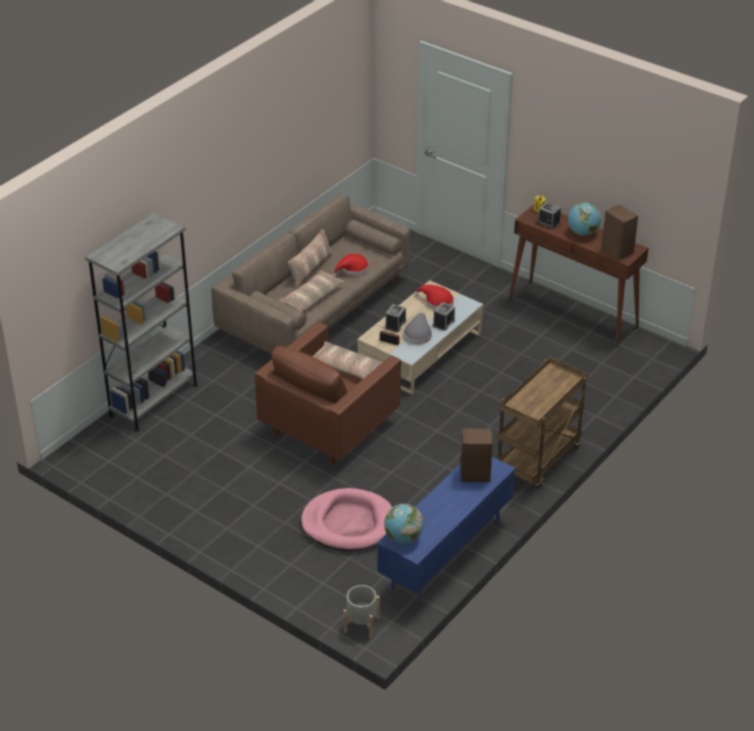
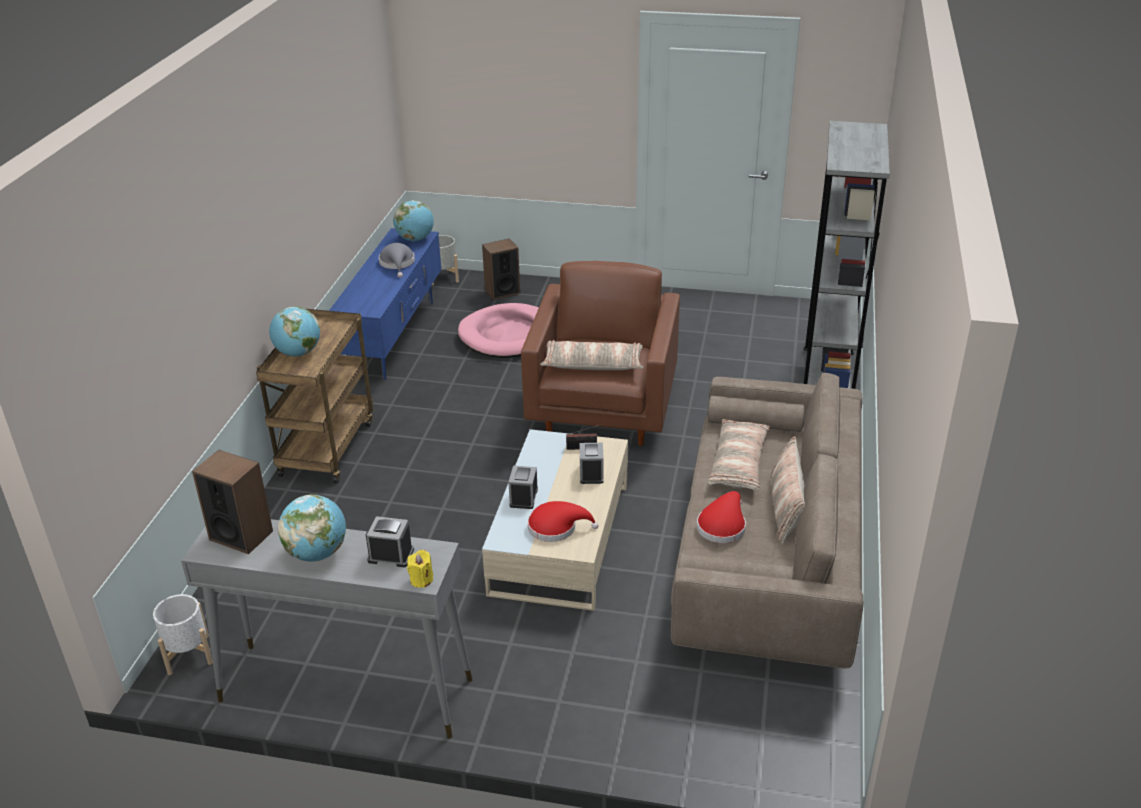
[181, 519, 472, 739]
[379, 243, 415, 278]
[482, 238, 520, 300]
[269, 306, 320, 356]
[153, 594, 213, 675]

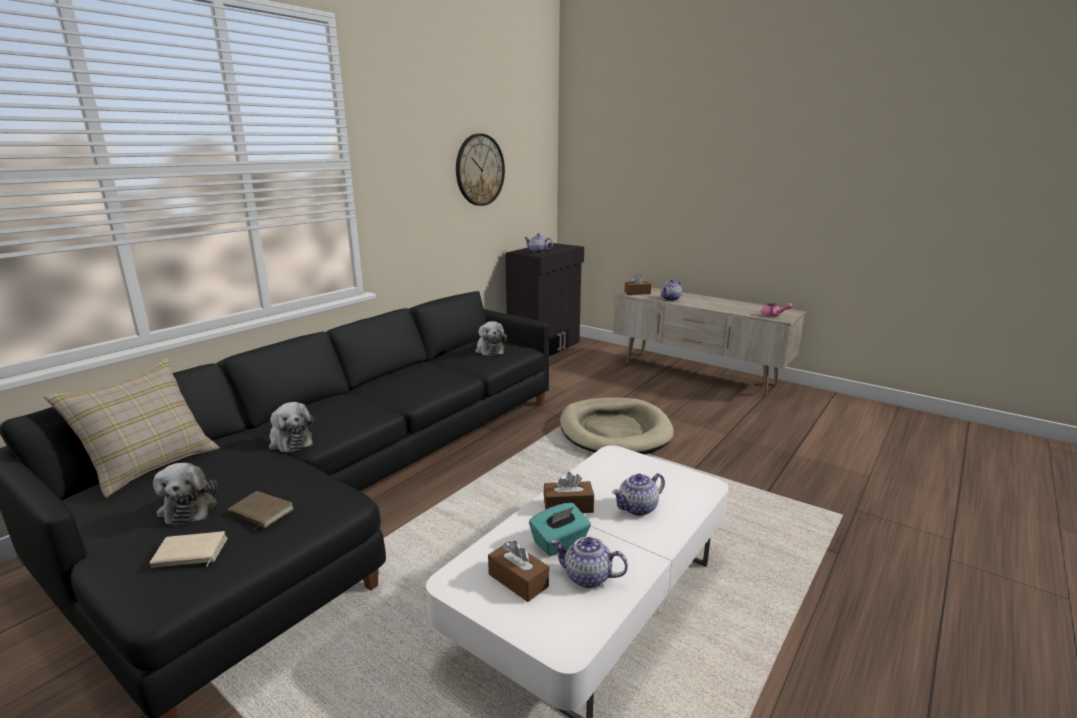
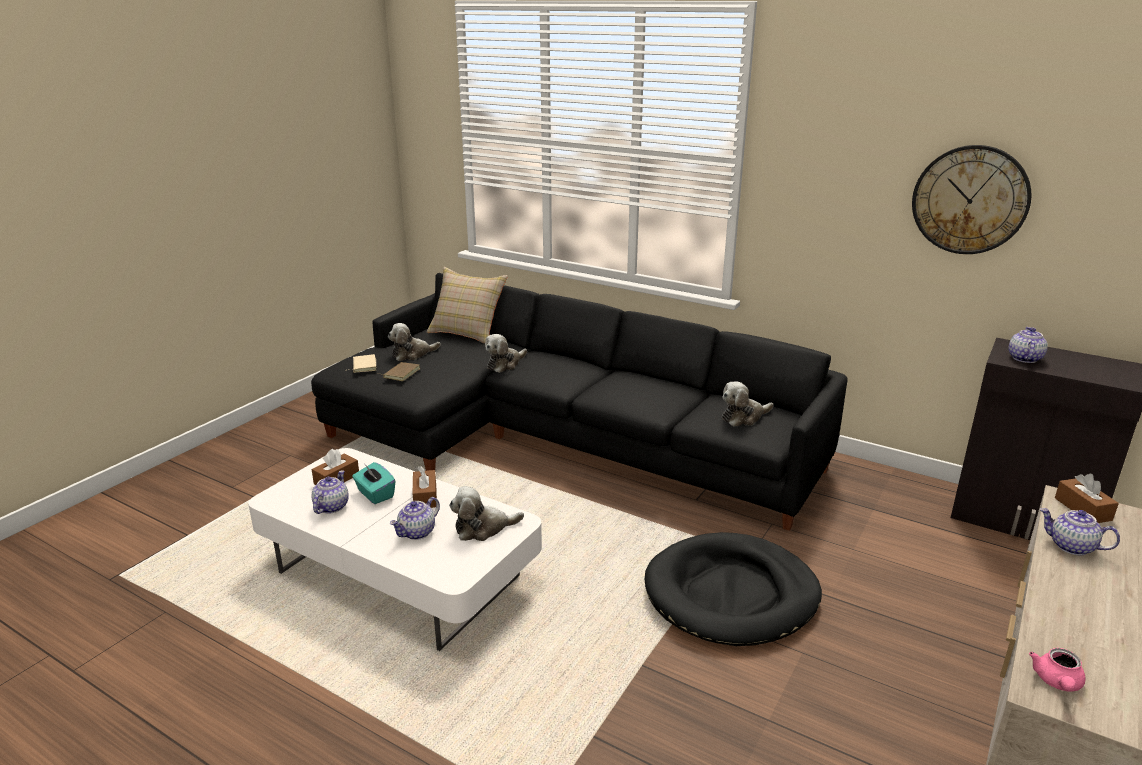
[644, 532, 822, 646]
[390, 497, 440, 540]
[449, 486, 524, 541]

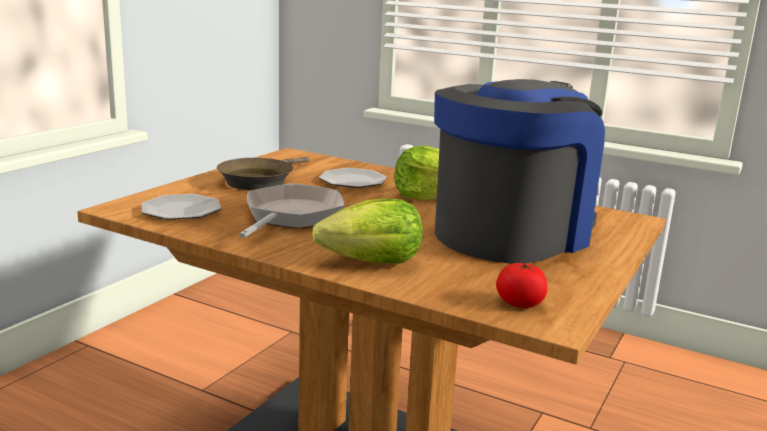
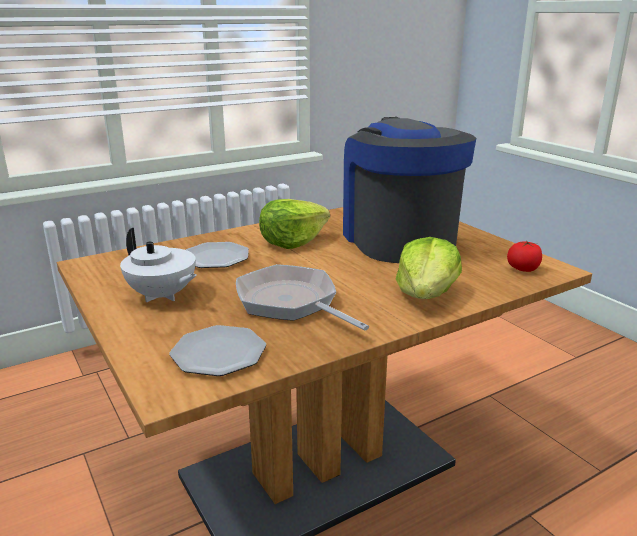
[120, 228, 197, 302]

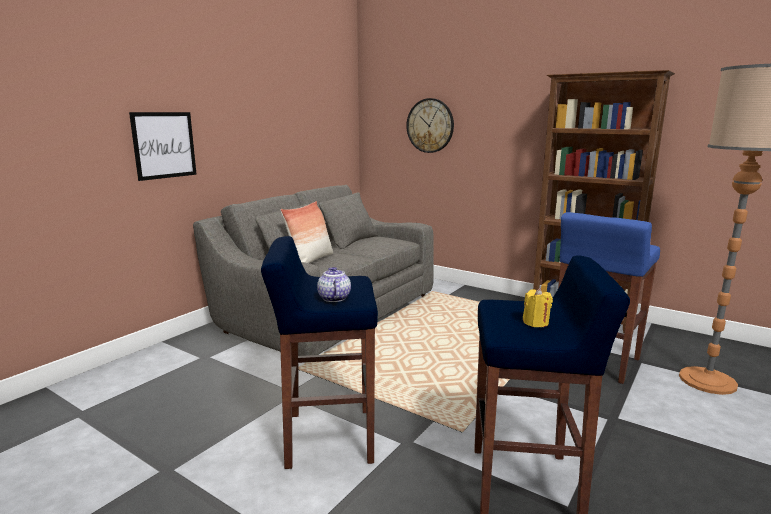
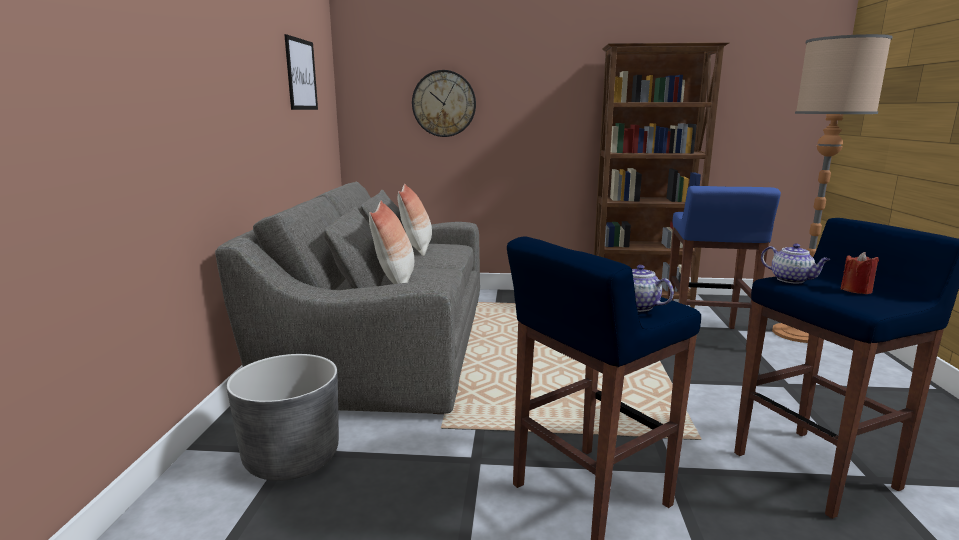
[284, 34, 318, 110]
[841, 252, 879, 294]
[398, 184, 432, 256]
[761, 243, 830, 283]
[227, 354, 339, 481]

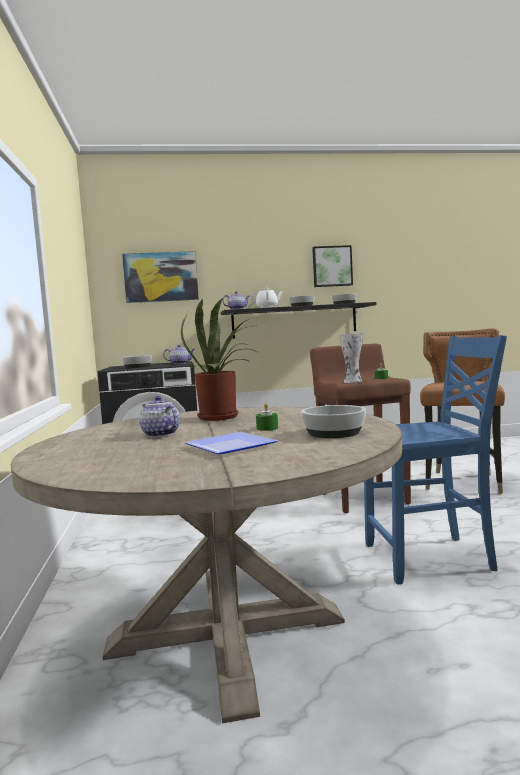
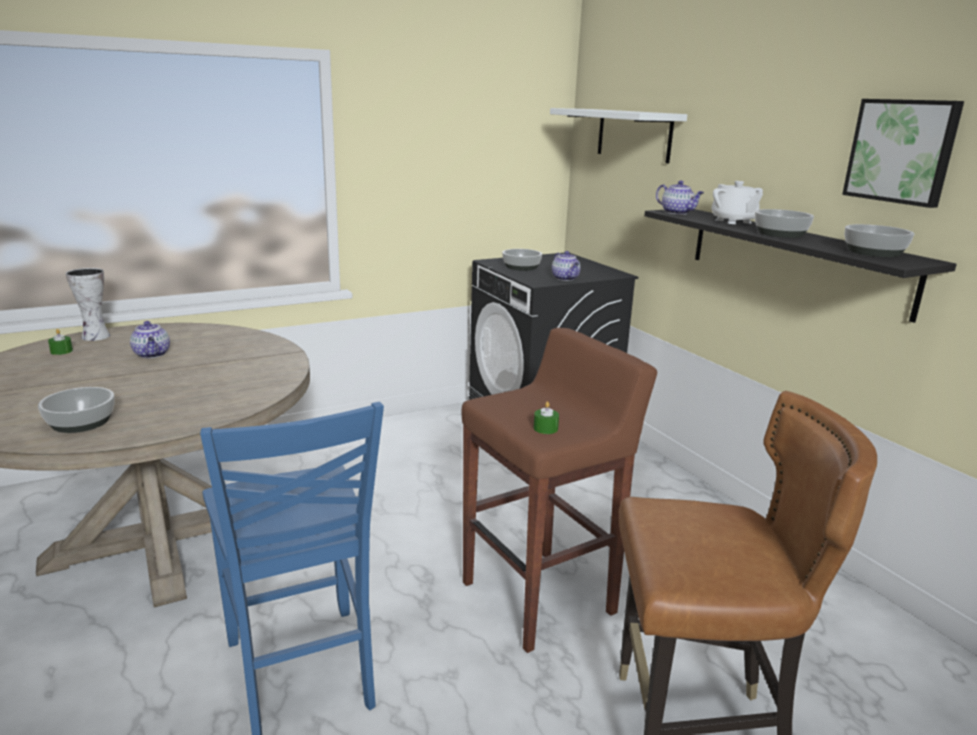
[550, 108, 687, 163]
[181, 298, 260, 421] (first image)
[66, 268, 110, 341]
[130, 321, 170, 358]
[48, 329, 73, 355]
[185, 432, 278, 454] (first image)

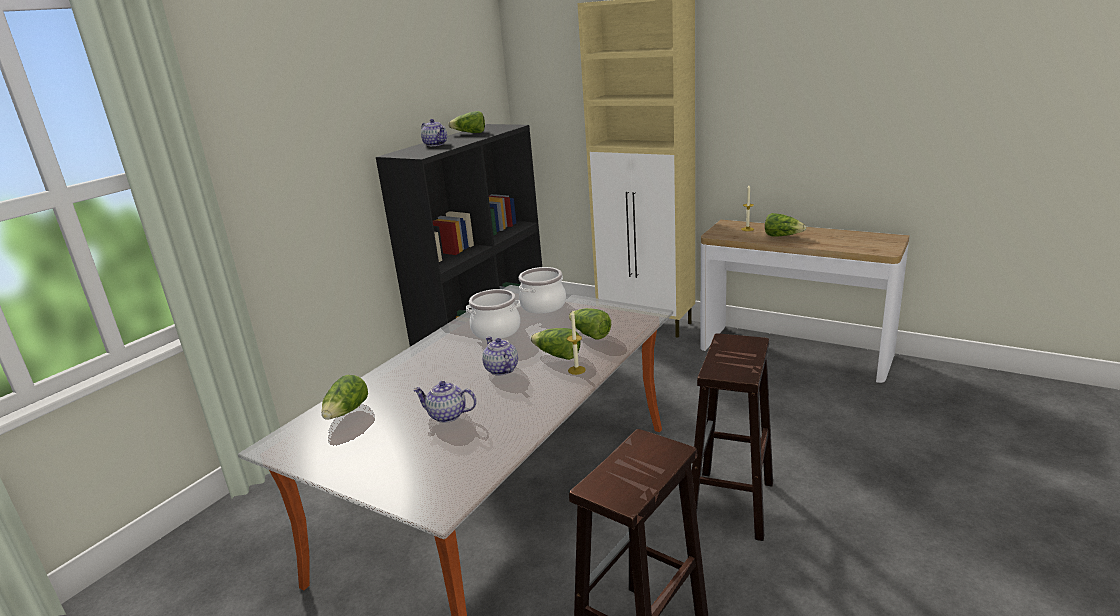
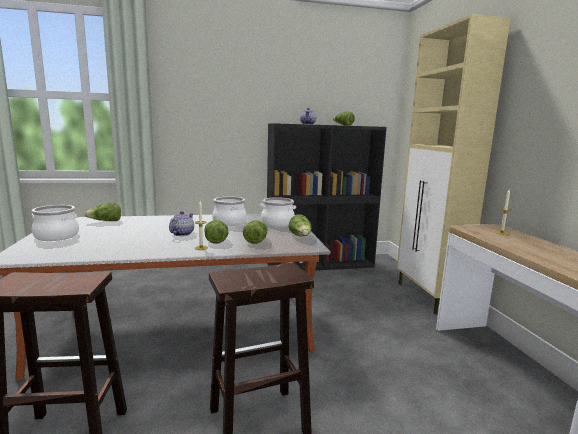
[288, 214, 312, 237]
[413, 381, 477, 423] (first image)
[31, 205, 79, 241]

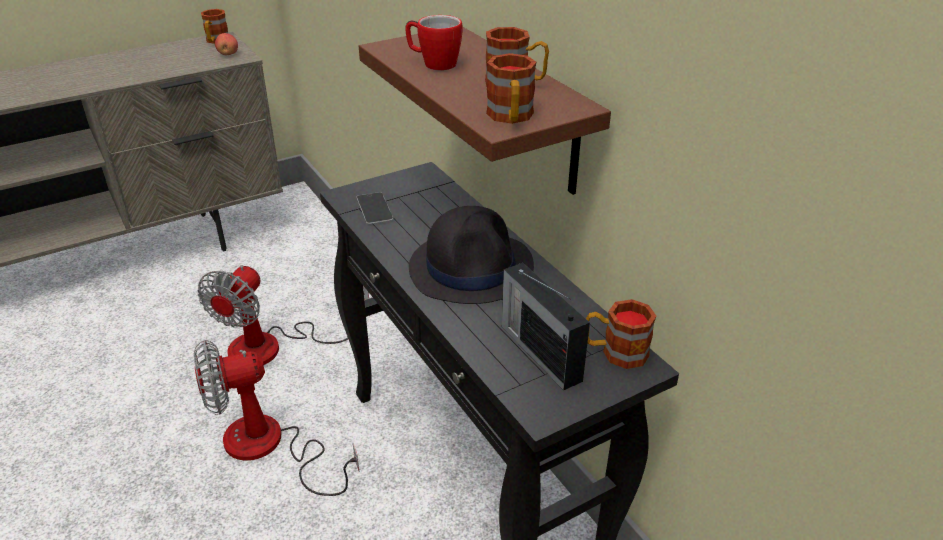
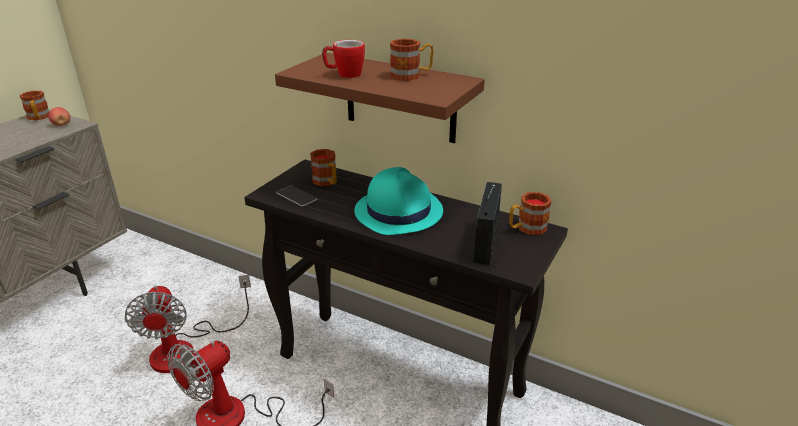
[310, 149, 337, 186]
[354, 167, 443, 235]
[474, 182, 502, 265]

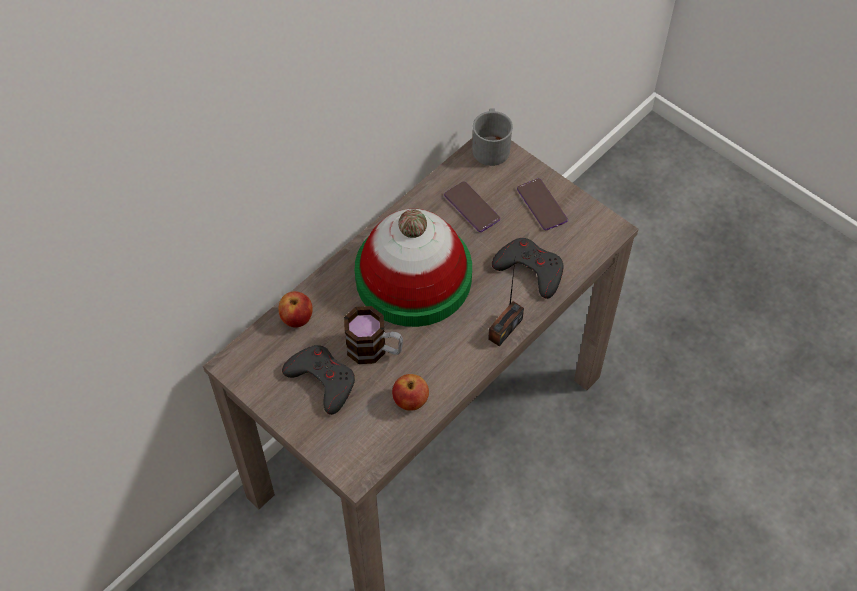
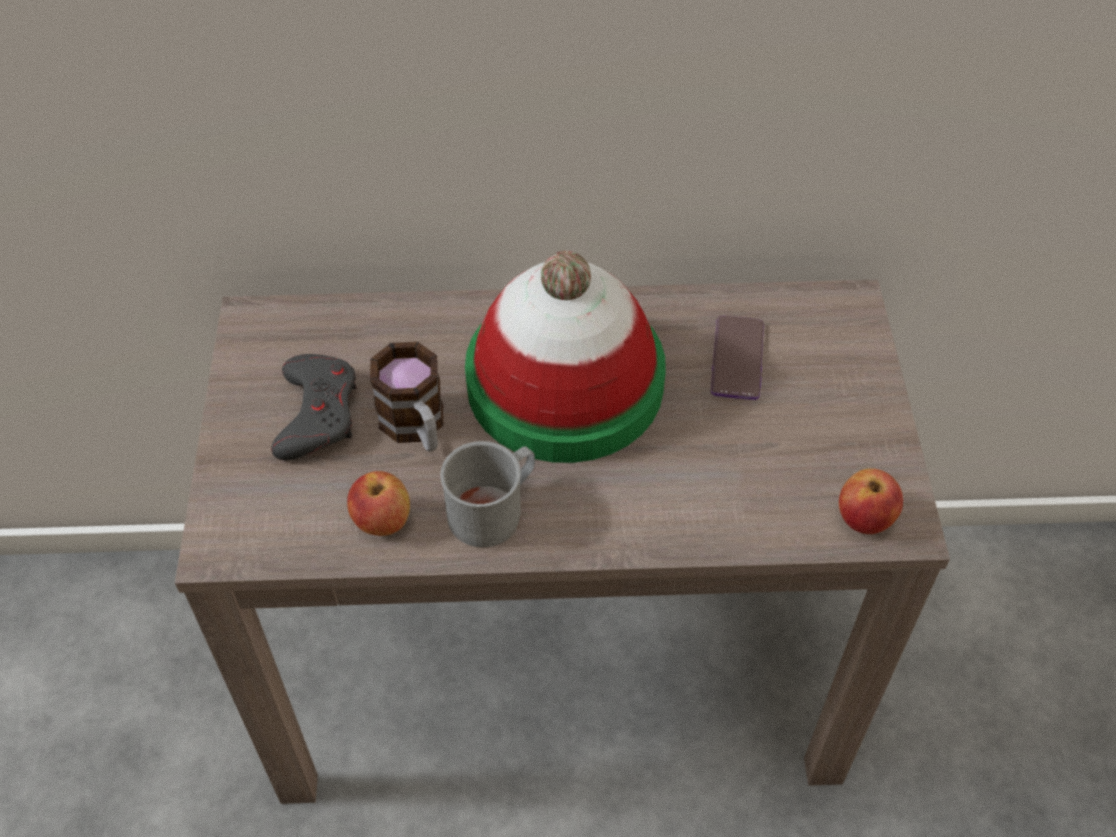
[440, 441, 535, 547]
[517, 178, 568, 231] (first image)
[492, 238, 563, 299] (first image)
[488, 261, 524, 346] (first image)
[839, 468, 903, 534]

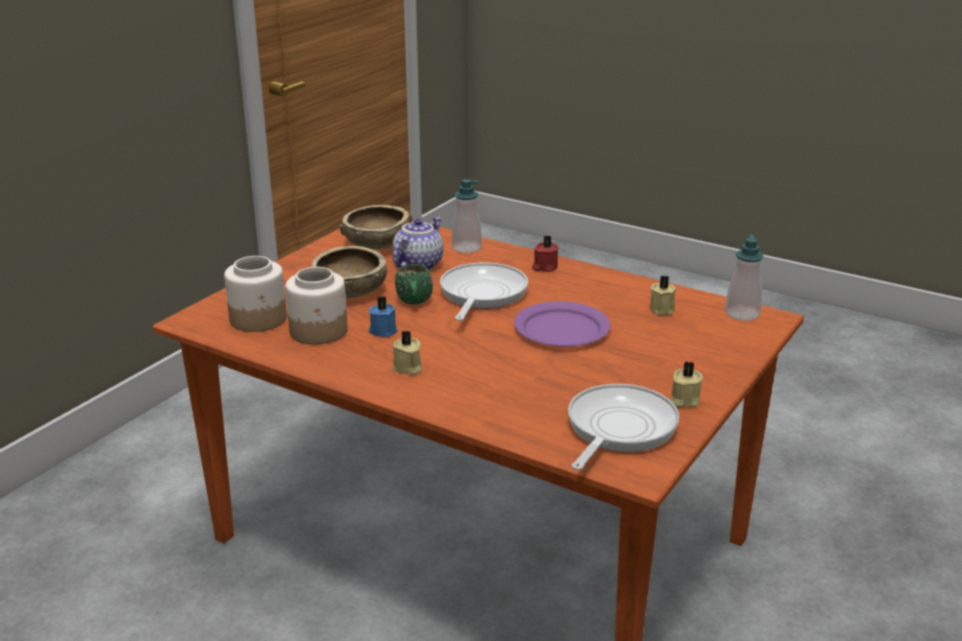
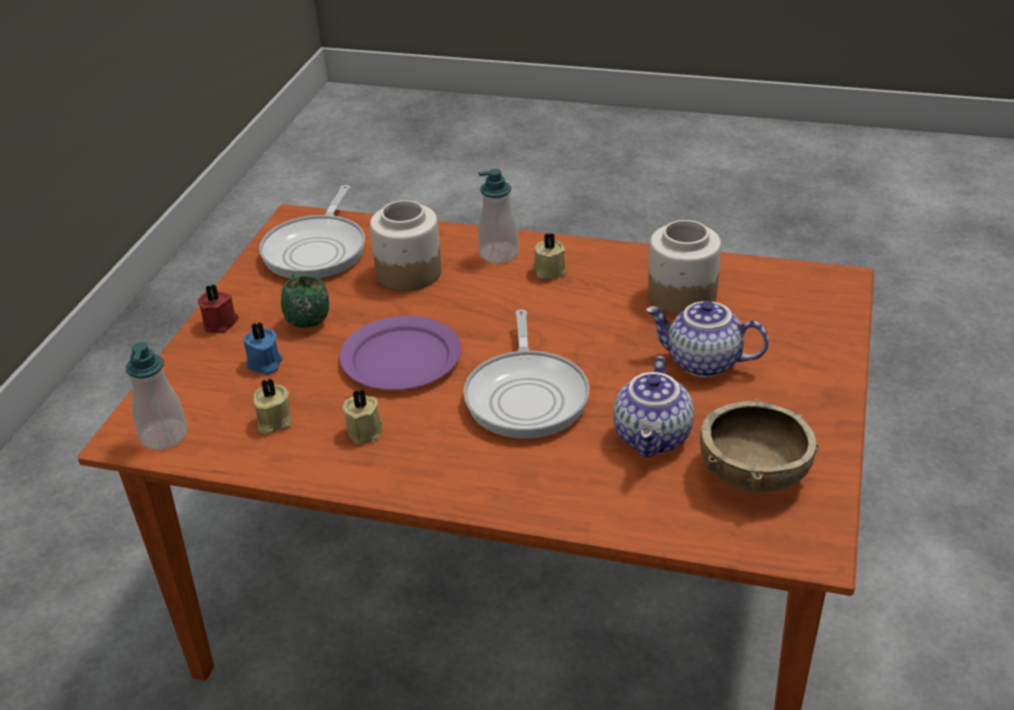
[478, 169, 519, 263]
[198, 284, 239, 333]
[646, 301, 769, 378]
[370, 200, 442, 291]
[281, 273, 329, 328]
[243, 322, 282, 375]
[342, 389, 383, 444]

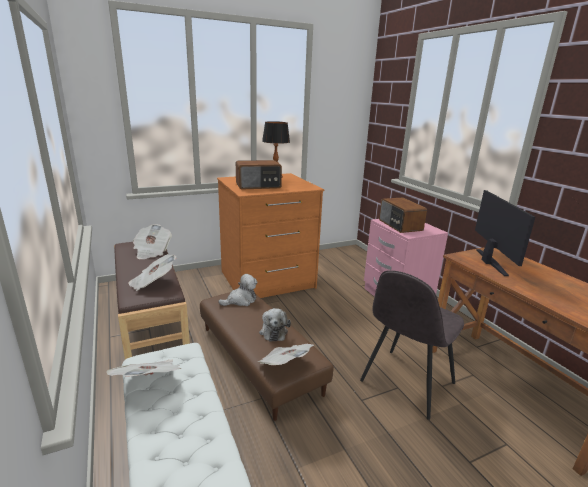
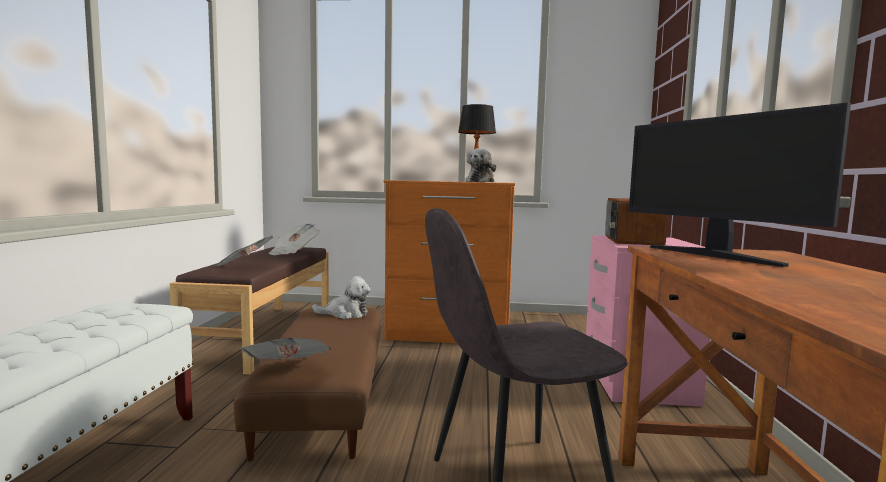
[236, 160, 282, 189] (first image)
[629, 103, 851, 267]
[465, 148, 497, 182]
[106, 360, 181, 377] (first image)

